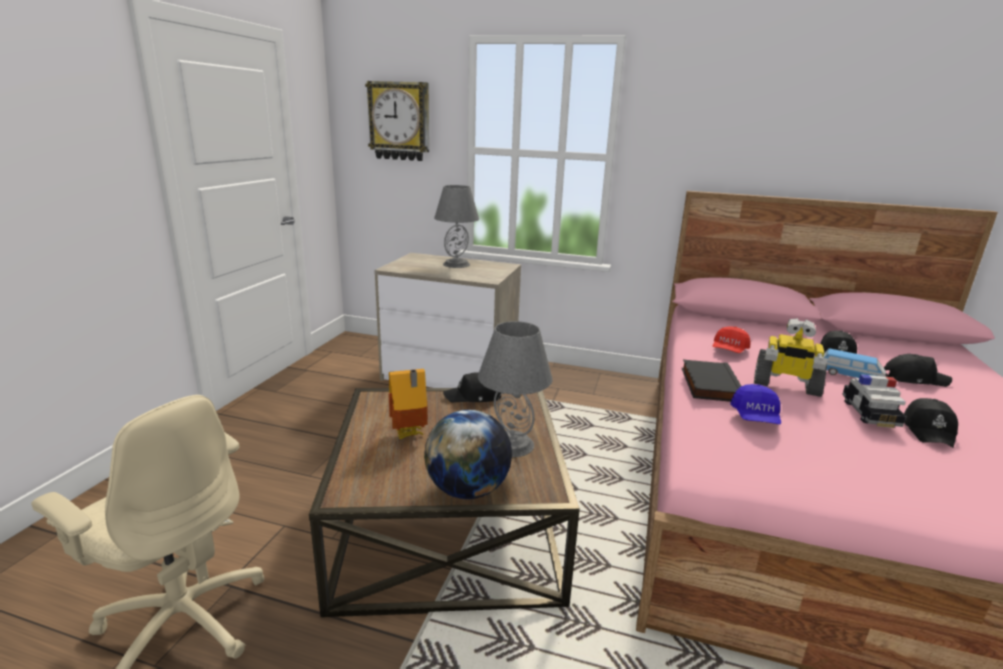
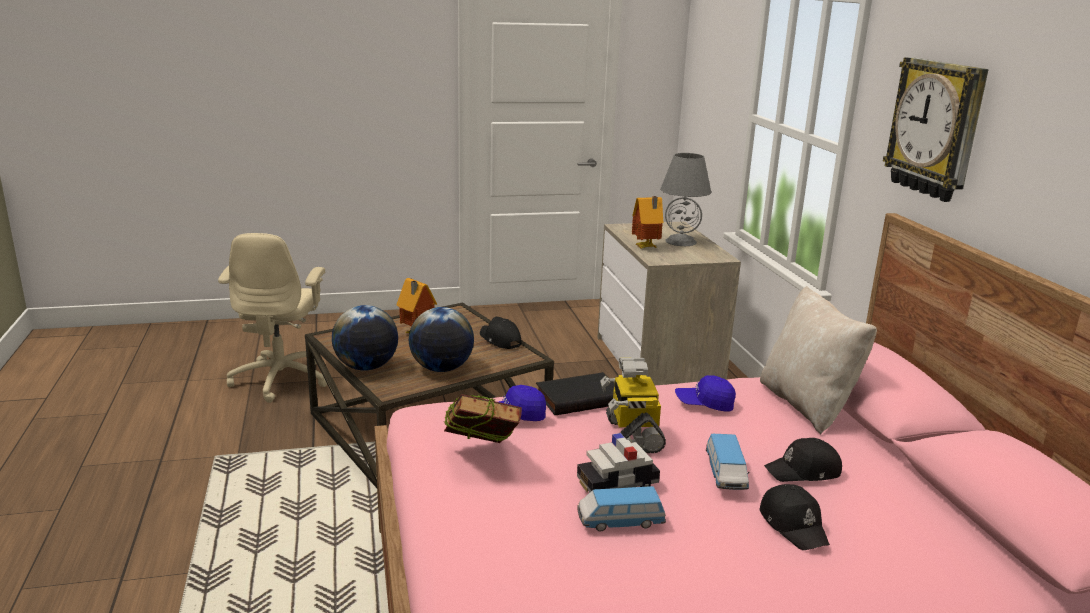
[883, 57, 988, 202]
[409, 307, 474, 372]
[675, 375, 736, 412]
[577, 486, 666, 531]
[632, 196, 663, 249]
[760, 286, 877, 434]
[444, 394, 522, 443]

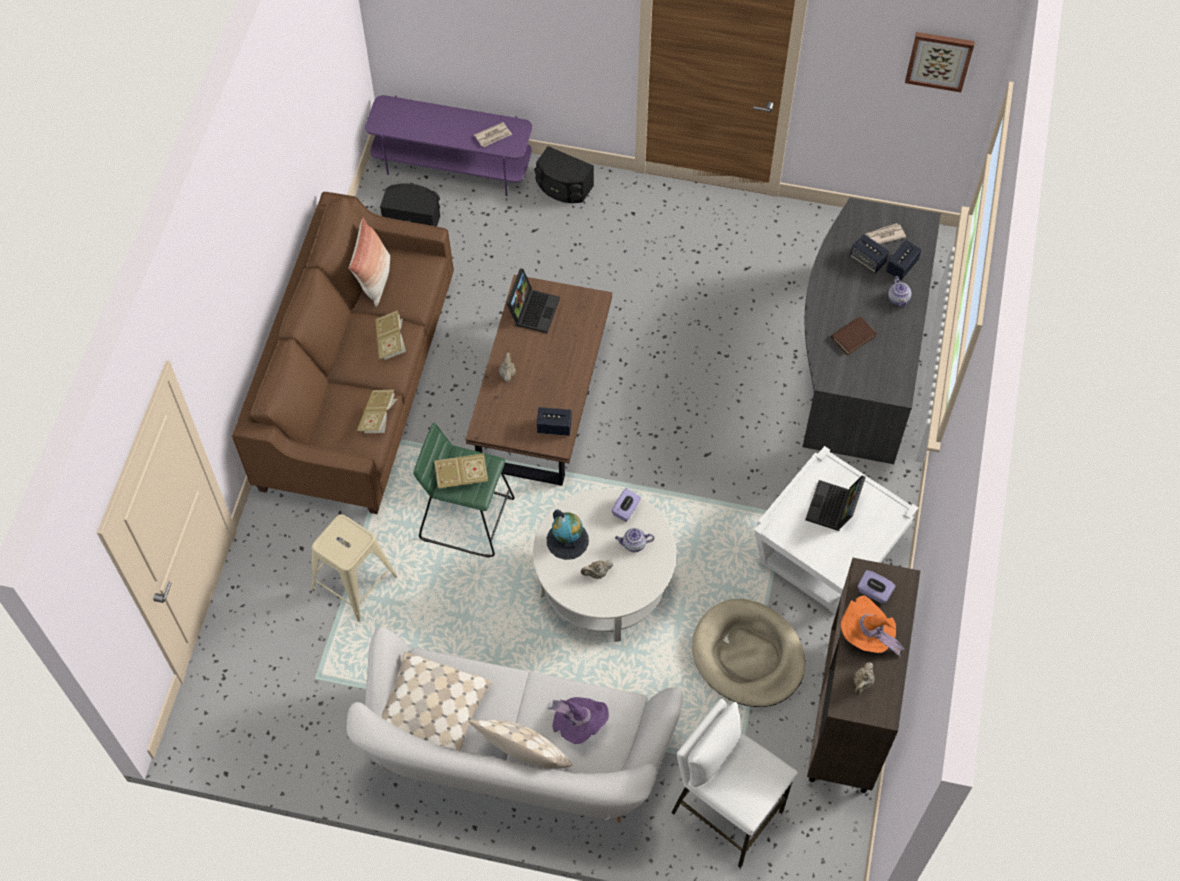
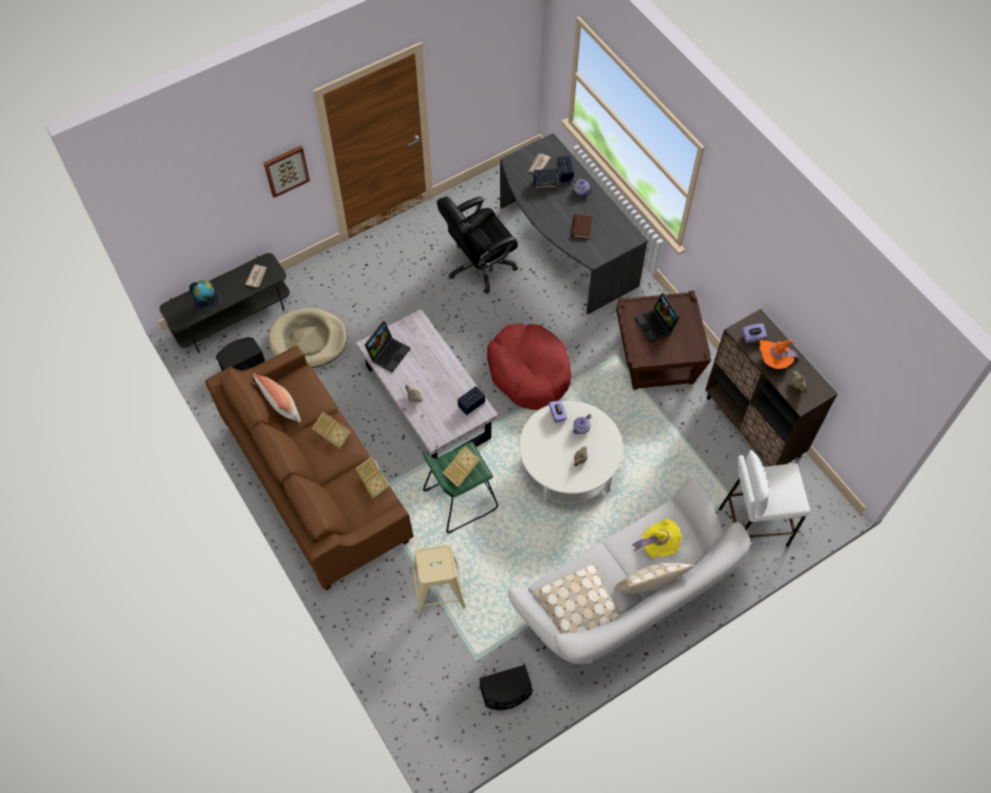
[264, 146, 310, 198]
[160, 253, 290, 353]
[479, 665, 533, 710]
[364, 321, 410, 372]
[356, 309, 498, 459]
[616, 290, 711, 390]
[189, 280, 222, 313]
[268, 308, 347, 368]
[632, 519, 682, 559]
[437, 196, 518, 294]
[487, 323, 572, 410]

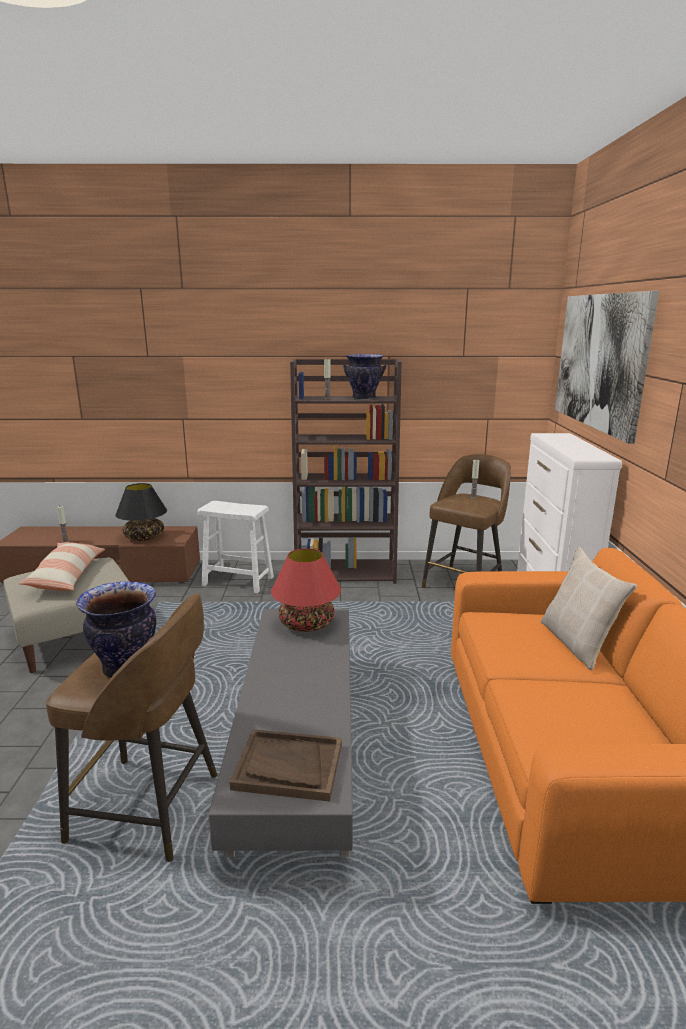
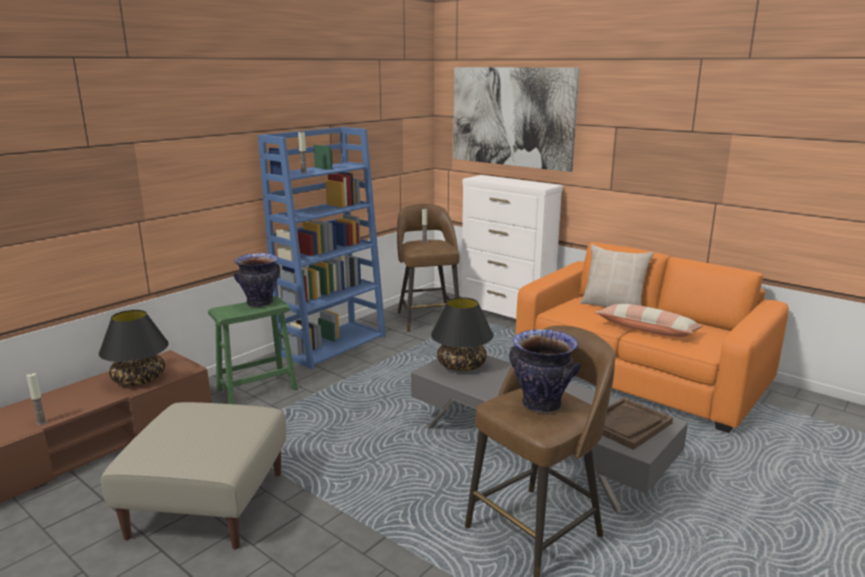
[234, 253, 280, 307]
[258, 127, 386, 369]
[208, 296, 298, 404]
[595, 304, 703, 337]
[431, 297, 494, 371]

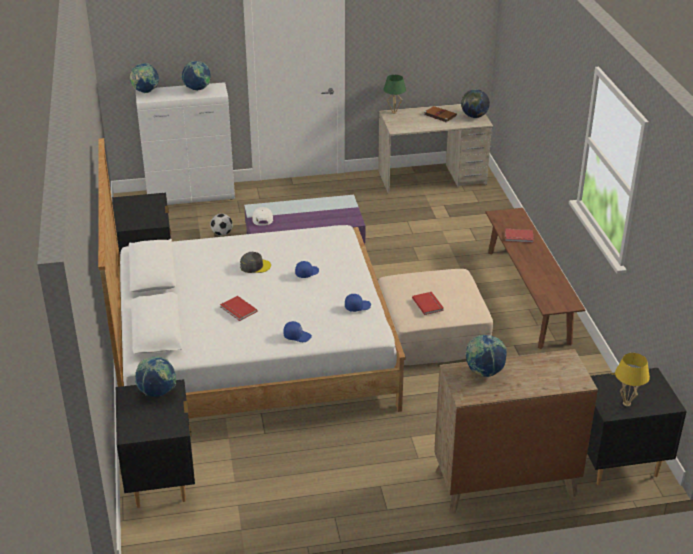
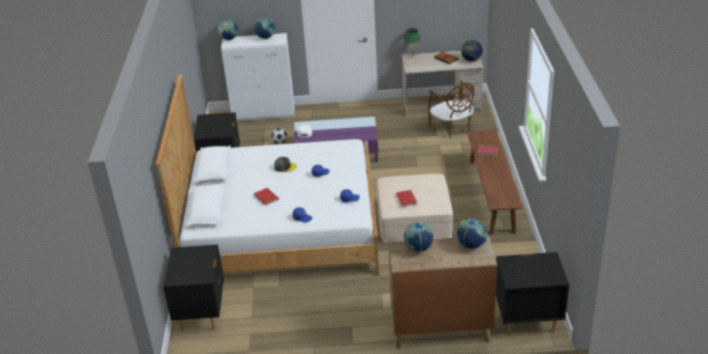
[615, 353, 650, 406] (first image)
[456, 219, 487, 249]
[428, 81, 474, 139]

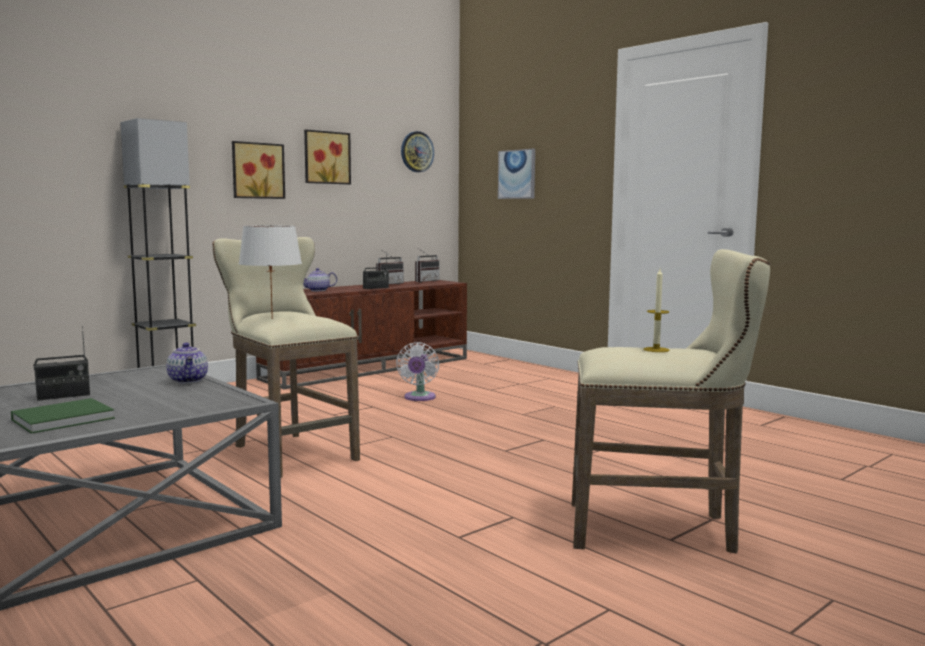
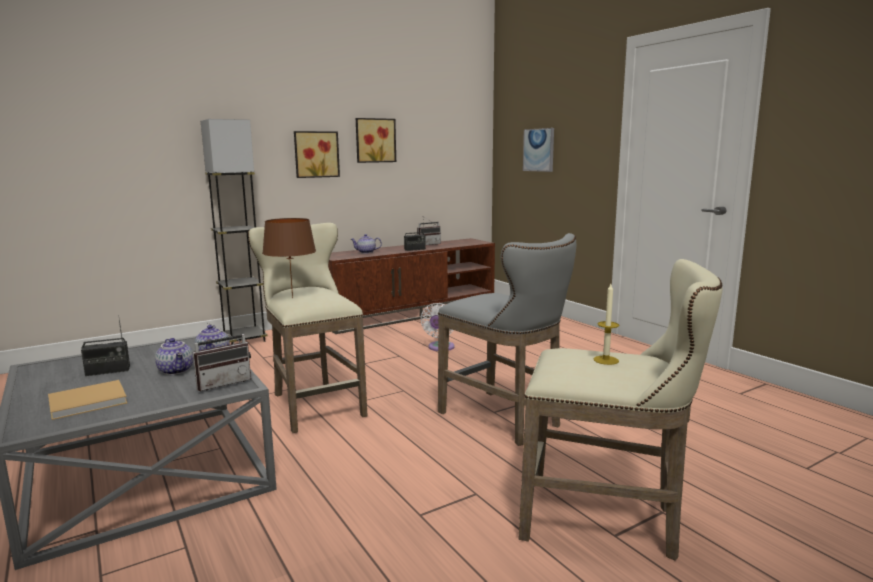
[401, 131, 434, 172] (first image)
[262, 218, 316, 298]
[193, 322, 251, 391]
[48, 380, 127, 420]
[438, 233, 576, 446]
[155, 338, 193, 375]

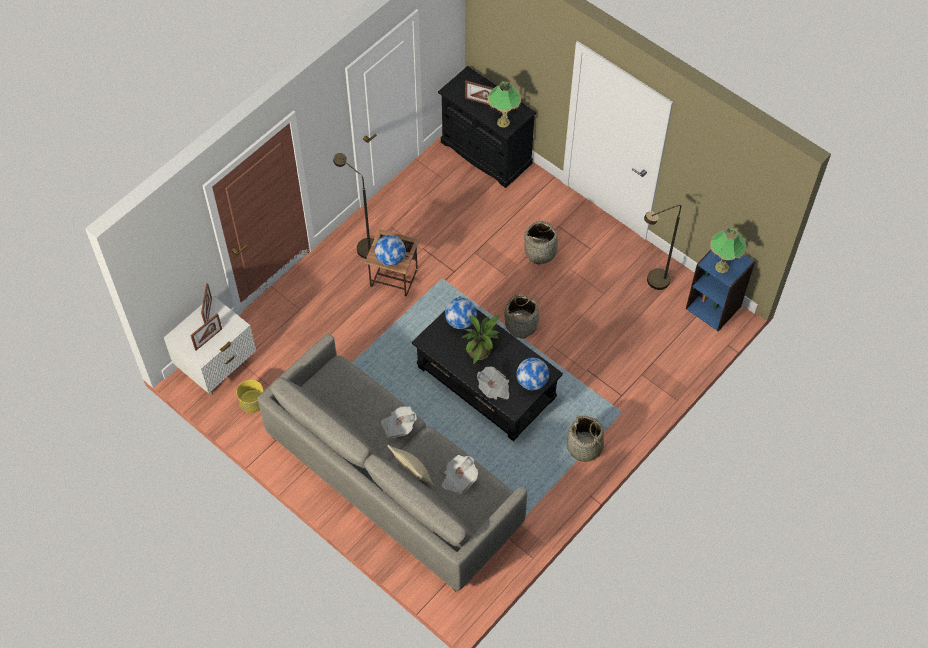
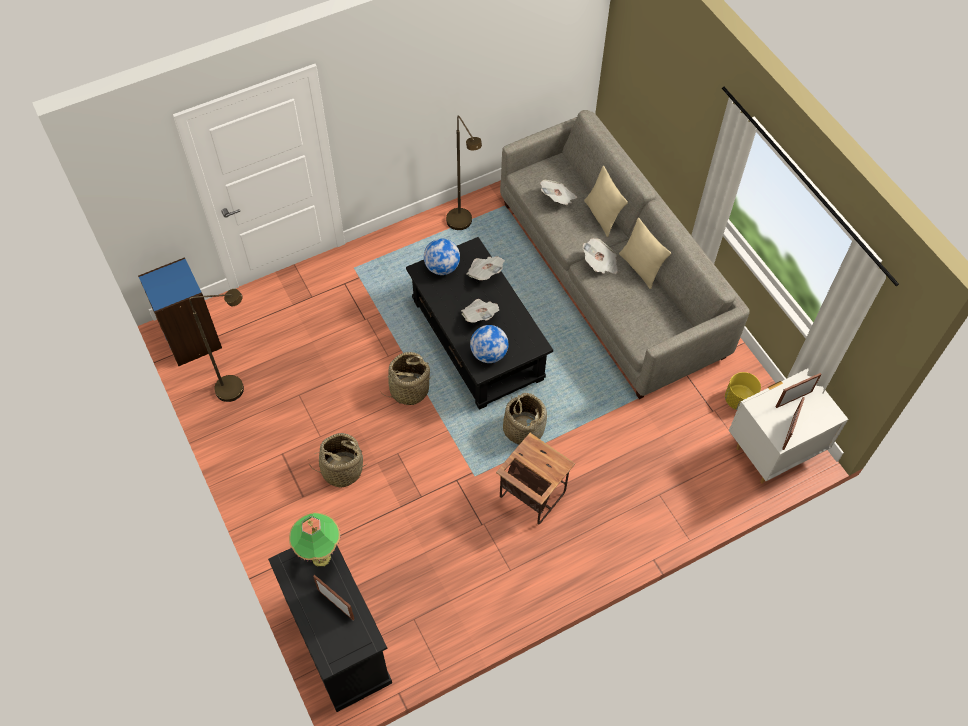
[446, 115, 482, 230]
[710, 228, 746, 273] (first image)
[375, 235, 406, 266] (first image)
[461, 299, 500, 323]
[503, 392, 547, 445]
[619, 218, 671, 289]

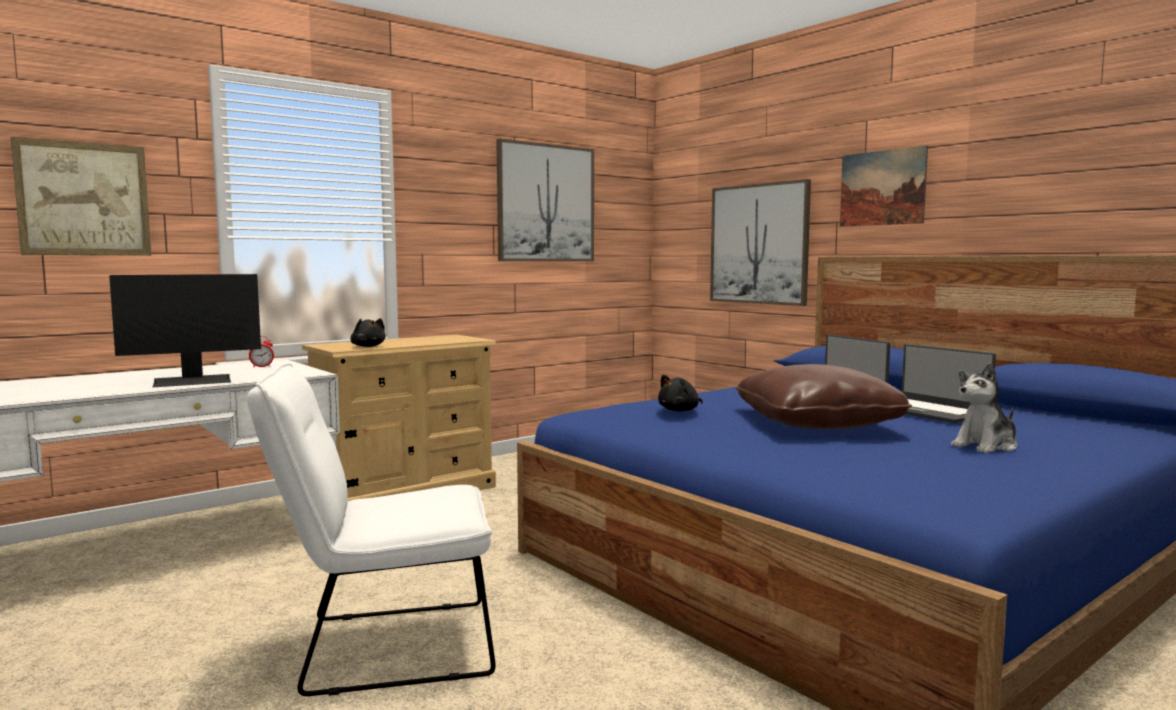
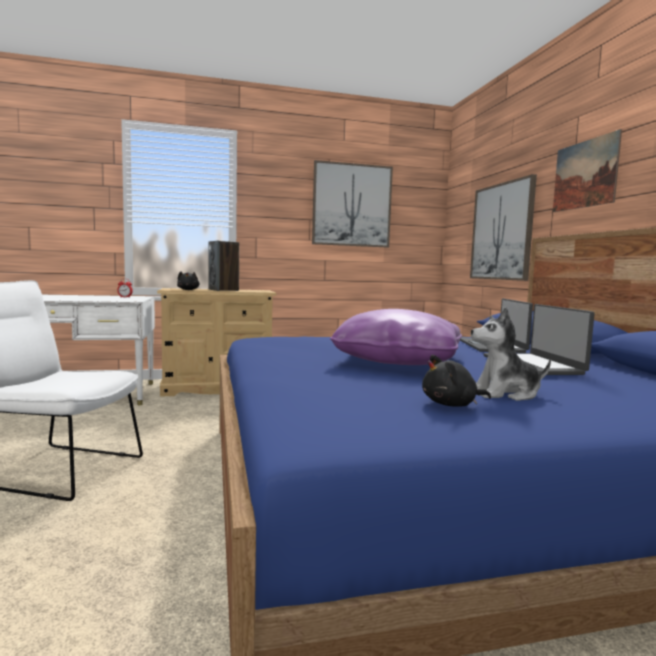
[11, 137, 151, 256] (first image)
[109, 274, 261, 388] (first image)
[330, 309, 462, 365]
[422, 355, 491, 407]
[208, 241, 239, 291]

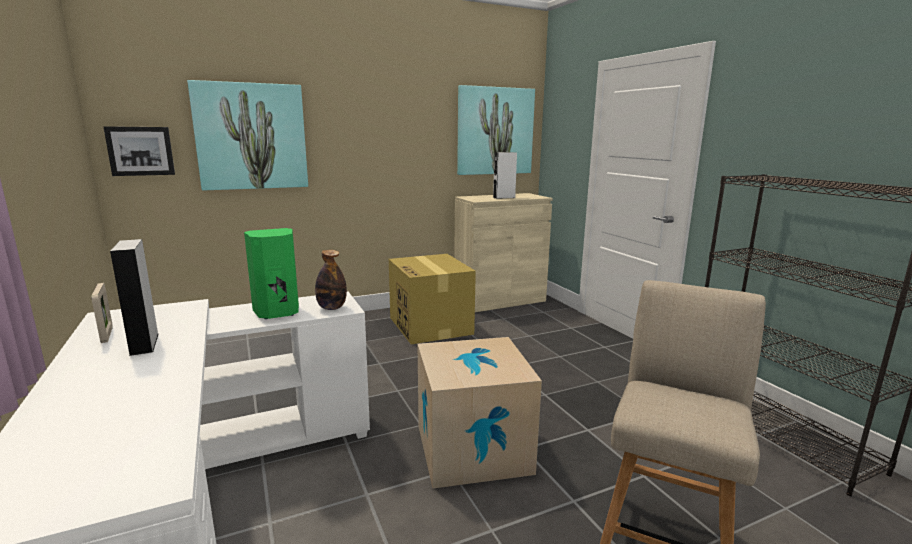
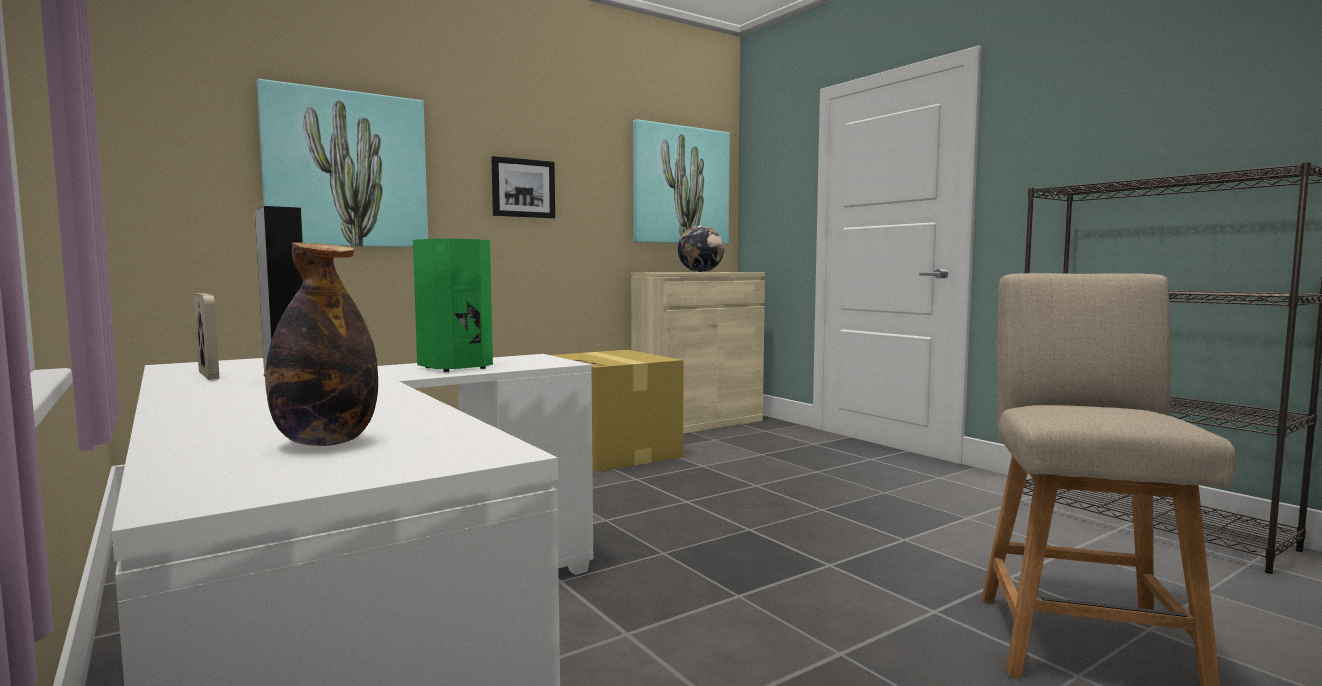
[491, 156, 555, 218]
[678, 225, 724, 272]
[265, 242, 378, 446]
[417, 337, 542, 488] (first image)

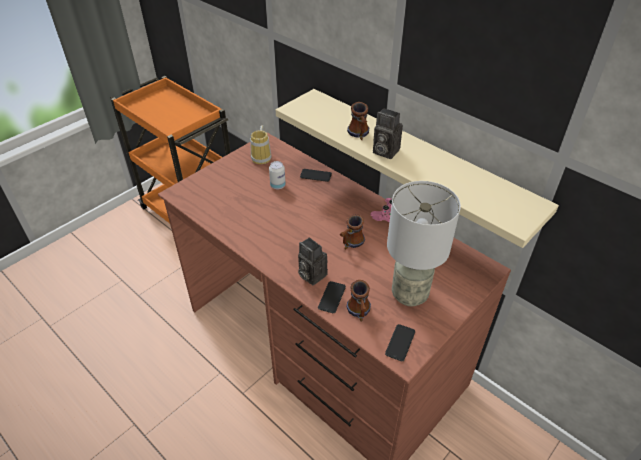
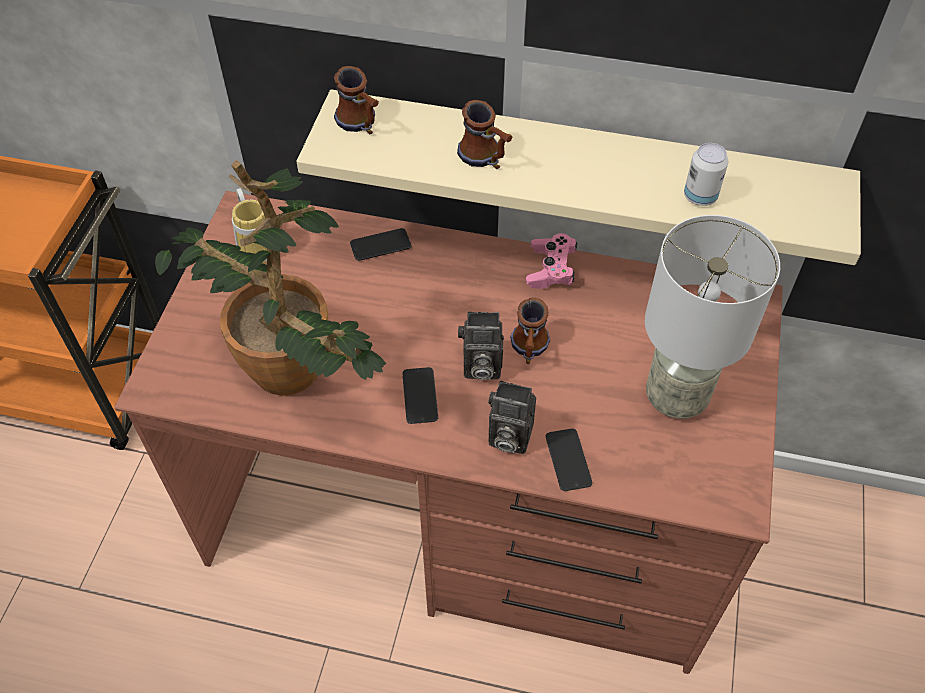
[458, 311, 504, 380]
[684, 143, 728, 206]
[334, 66, 379, 134]
[402, 367, 438, 424]
[155, 160, 386, 396]

